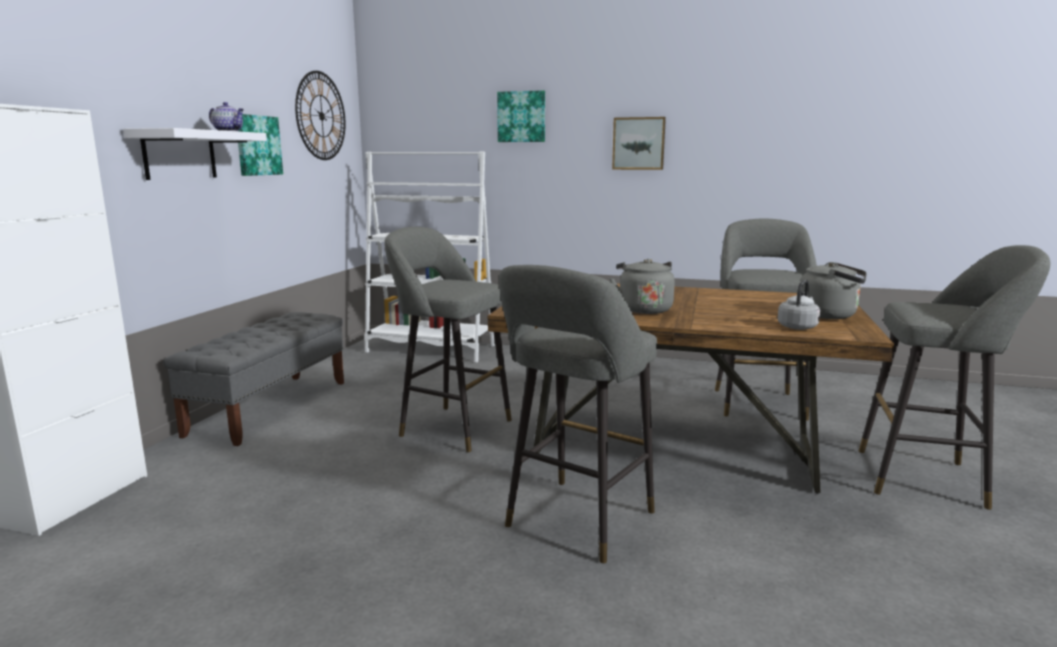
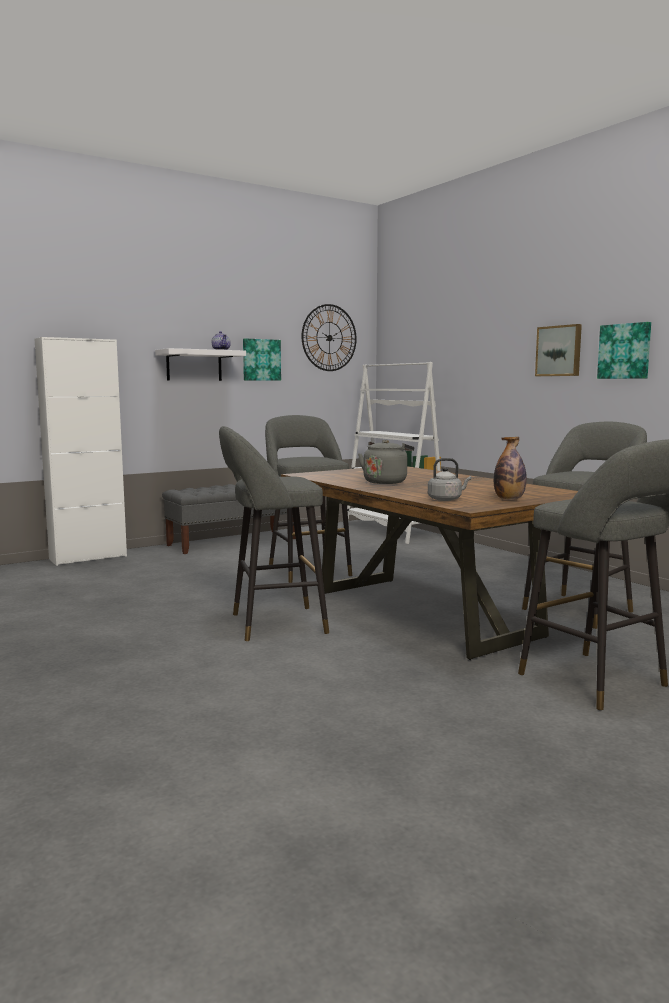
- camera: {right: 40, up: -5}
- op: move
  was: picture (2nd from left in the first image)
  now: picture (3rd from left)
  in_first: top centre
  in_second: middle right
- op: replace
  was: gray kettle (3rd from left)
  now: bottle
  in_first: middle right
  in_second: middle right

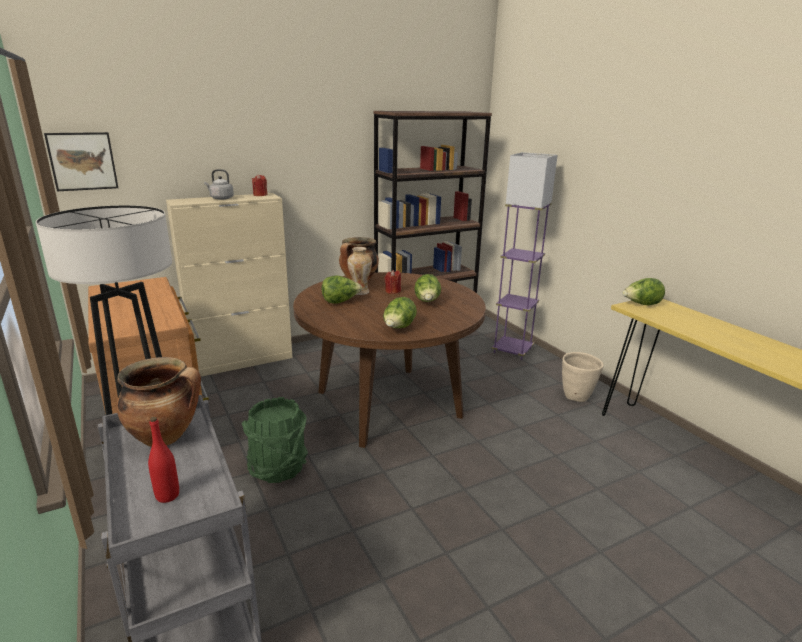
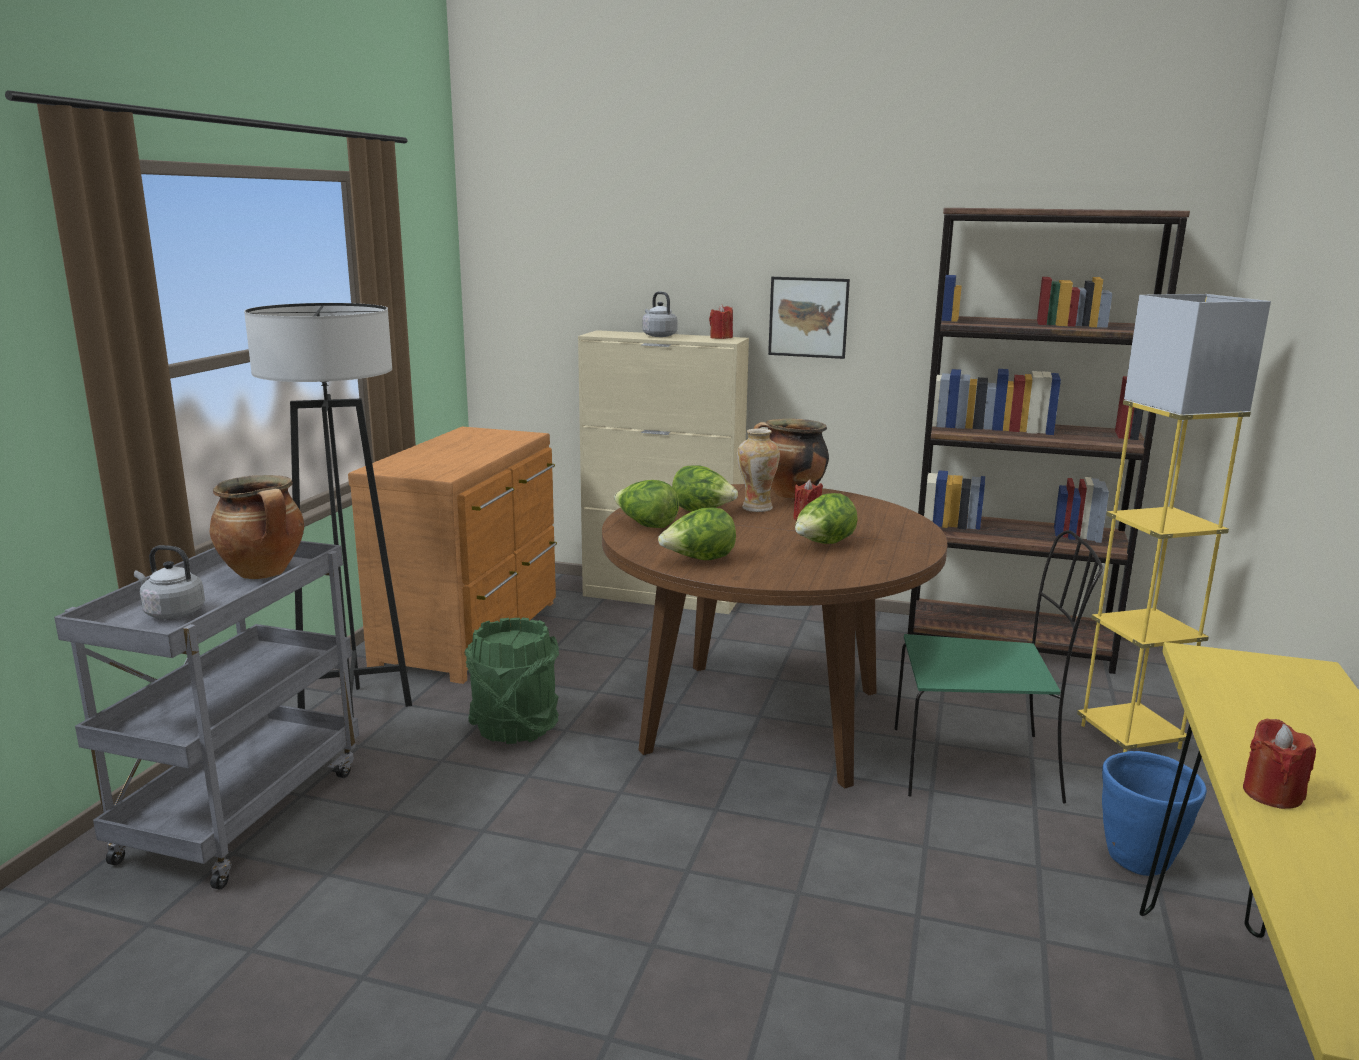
- camera: {right: 45, up: -5}
- op: move
  was: picture
  in_first: top left
  in_second: top centre
- op: replace
  was: red-coloured bottle
  now: gray kettle (1st from left)
  in_first: bottom left
  in_second: middle left
- op: recolor
  was: purplish floor lamp
  now: yellowish floor lamp
  in_first: centre
  in_second: middle right
- op: recolor
  was: beige-coloured planter
  now: blue planter
  in_first: middle right
  in_second: bottom right
- op: move
  was: head of lettuce (4th from left in the first image)
  now: head of lettuce (1st from left)
  in_first: middle right
  in_second: centre
- op: insert
  now: green plain chair
  in_second: middle right
- op: insert
  now: red-coloured wax candle (3rd from left)
  in_second: bottom right

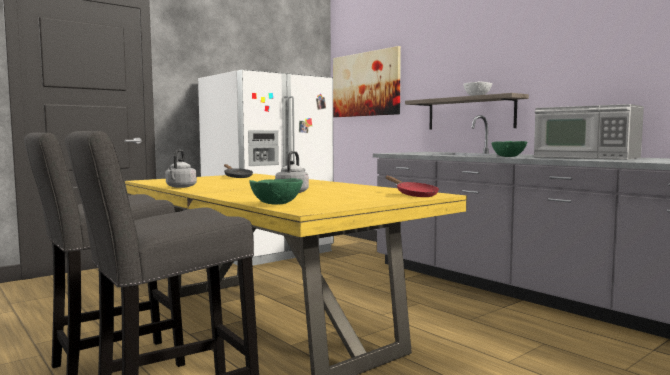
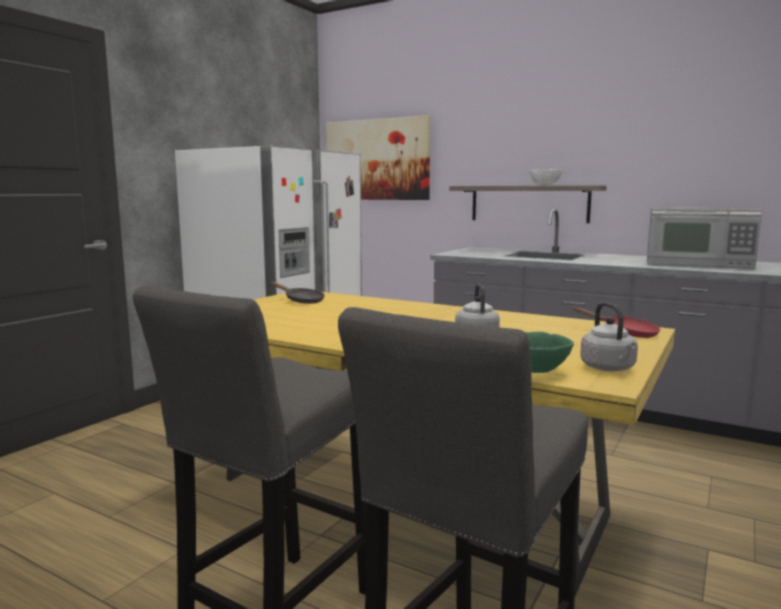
- camera: {right: -20, up: 5}
- op: move
  was: gray kettle (1st from left in the first image)
  now: gray kettle (2nd from left)
  in_first: middle left
  in_second: middle right
- op: delete
  was: green deep dish (2nd from left)
  in_first: middle right

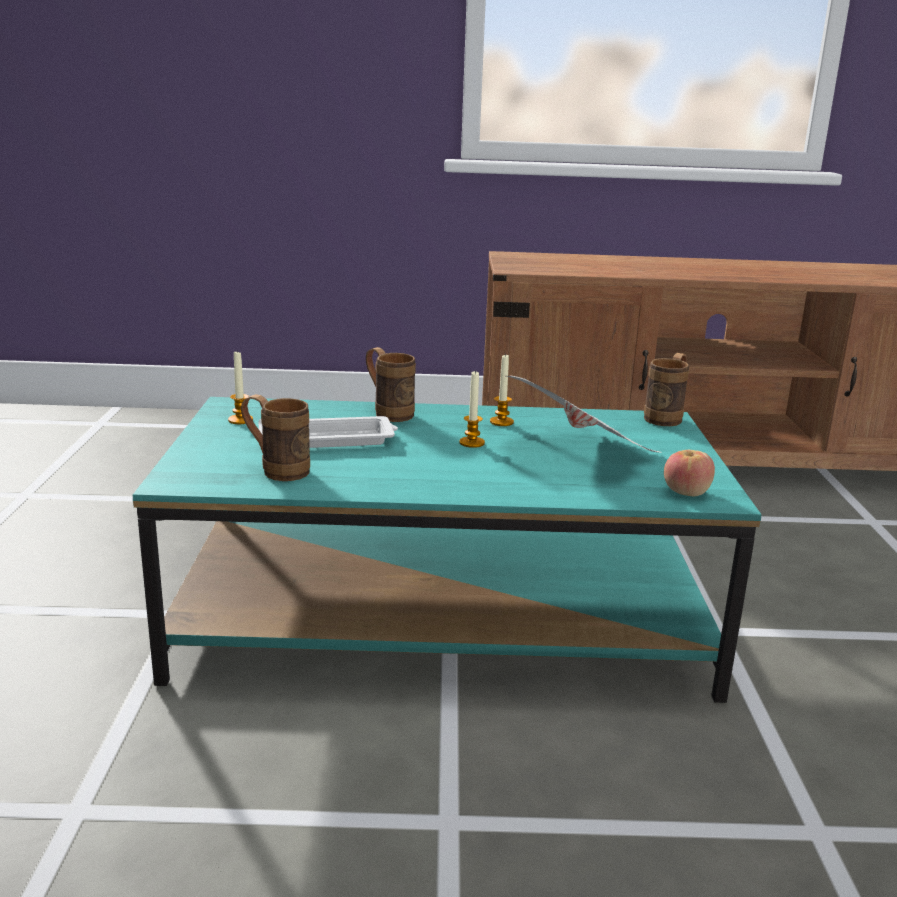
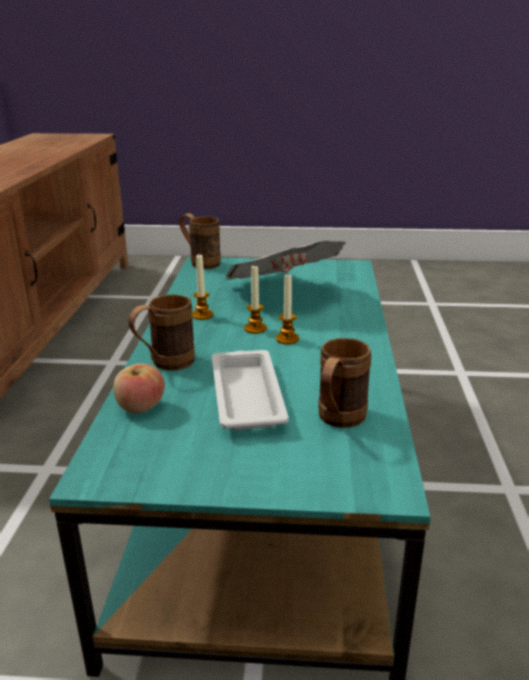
- camera: {right: -85, up: 5}
- op: move
  was: wax candle (1st from left in the first image)
  now: wax candle (3rd from left)
  in_first: middle left
  in_second: centre
- op: move
  was: whole apple
  in_first: middle right
  in_second: middle left

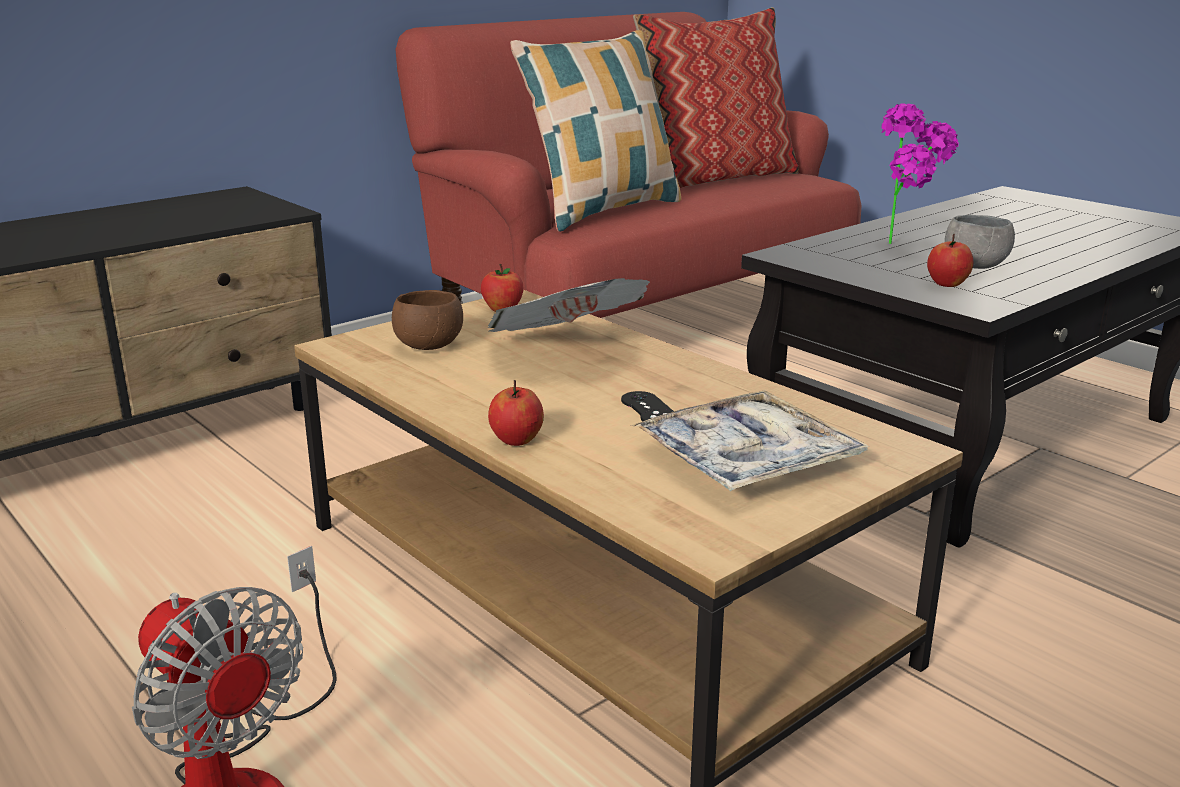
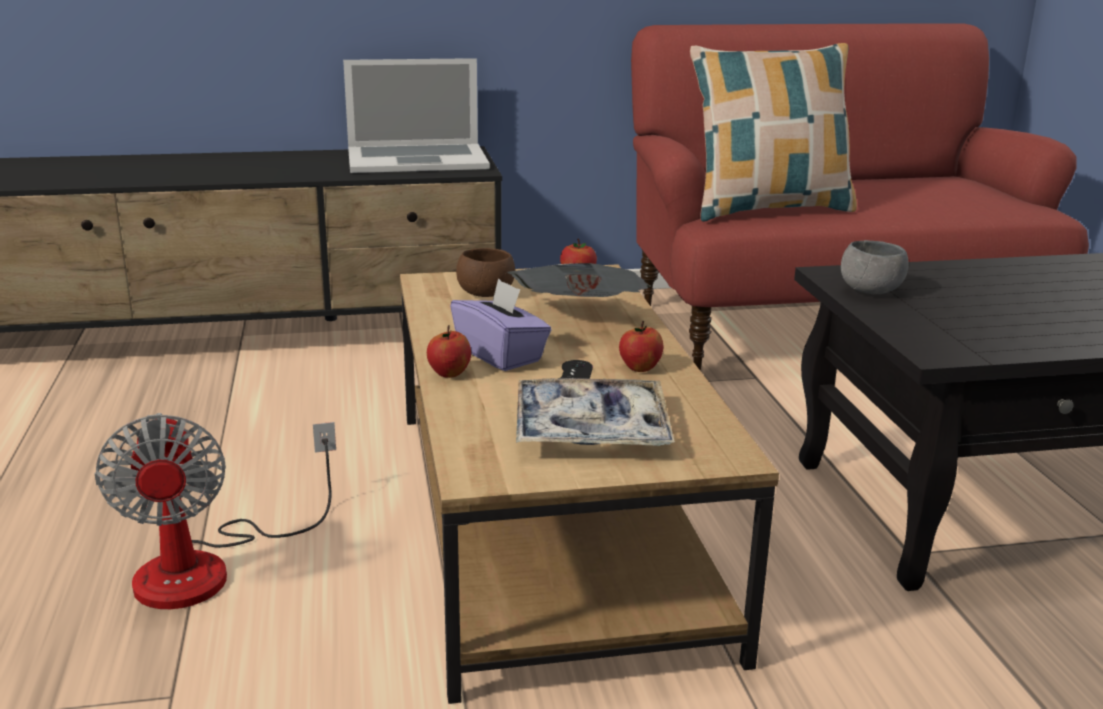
- camera: {right: 30, up: 0}
- op: delete
  was: cushion (2nd from left)
  in_first: top centre
- op: delete
  was: plant in a pot
  in_first: top right
- op: move
  was: whole apple (3rd from left)
  in_first: top right
  in_second: centre
- op: move
  was: gray deep dish
  in_first: top right
  in_second: middle right
- op: insert
  now: notebook computer
  in_second: top centre
- op: insert
  now: purplish tissue box
  in_second: centre

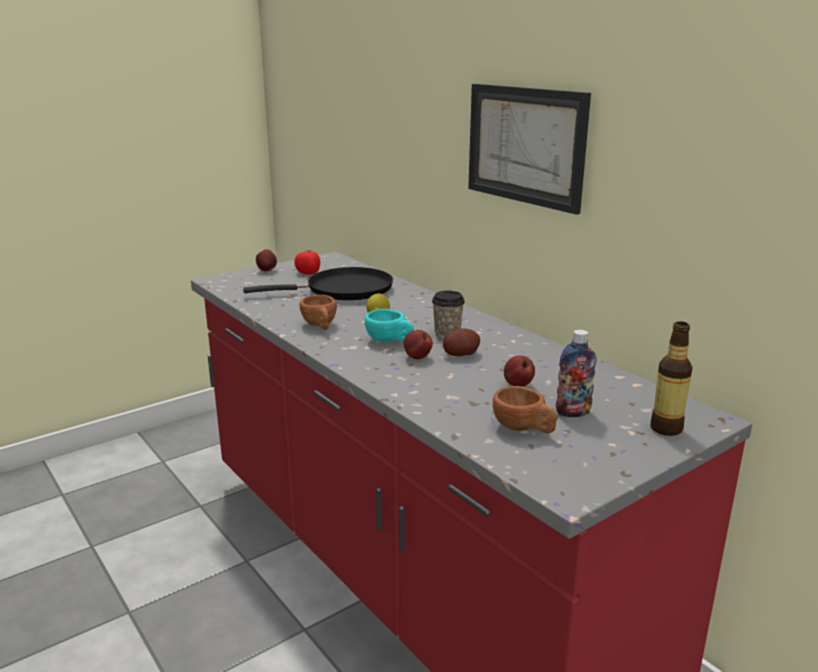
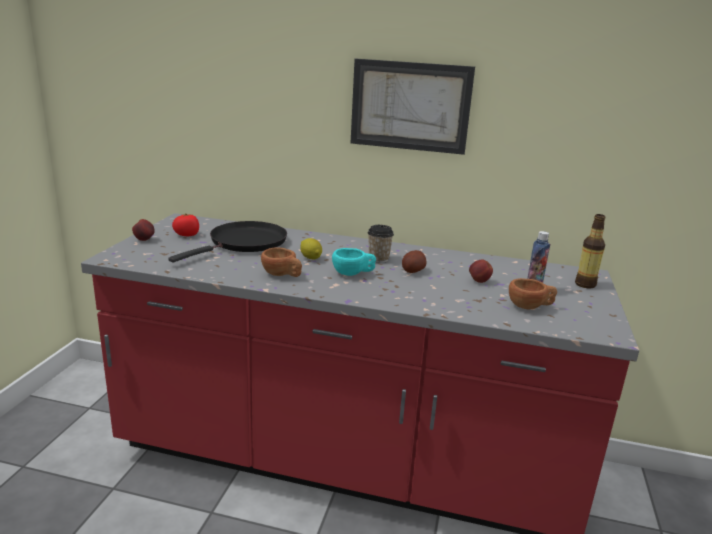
- camera: {right: -40, up: 0}
- op: delete
  was: whole apple (2nd from left)
  in_first: centre

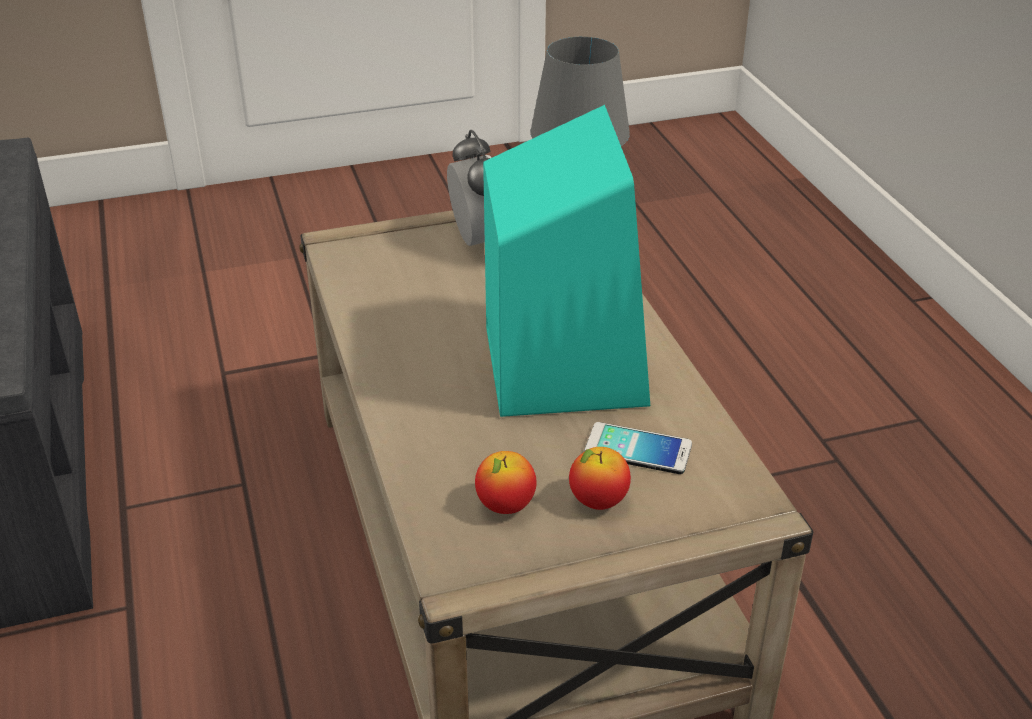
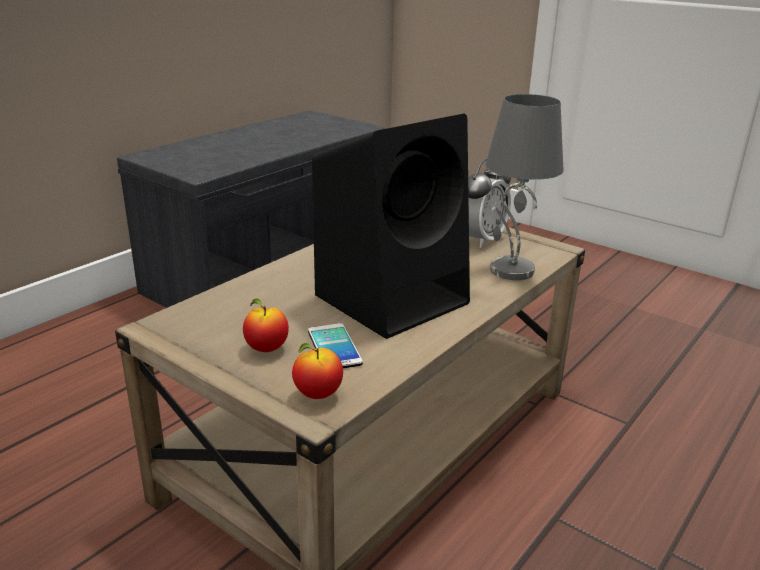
- camera: {right: 55, up: -10}
- op: move
  was: whole apple (1st from left in the first image)
  now: whole apple (2nd from left)
  in_first: bottom centre
  in_second: centre
- op: recolor
  was: turquoise loudspeaker
  now: black-coloured loudspeaker
  in_first: centre
  in_second: centre

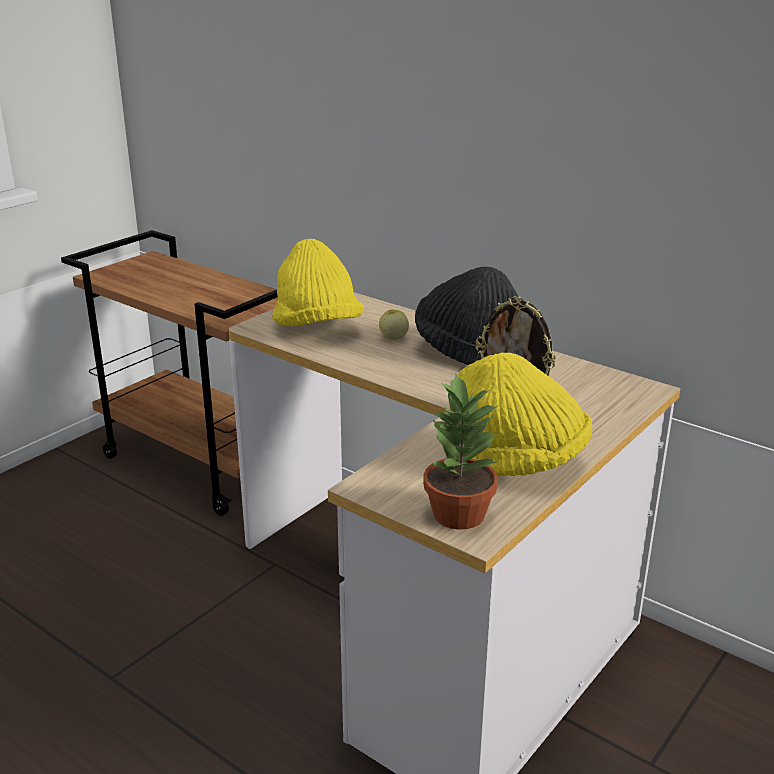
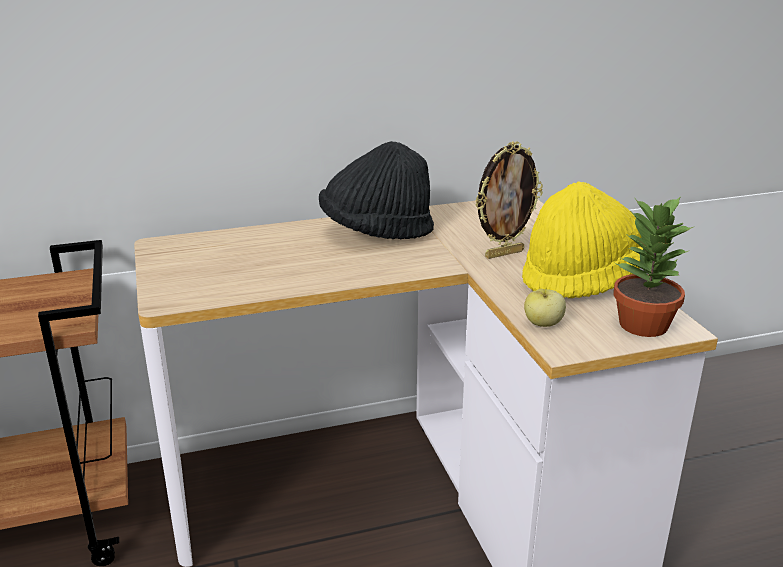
- camera: {right: -55, up: 0}
- op: delete
  was: yellowish wearable hat (1st from left)
  in_first: centre
- op: move
  was: whole apple
  in_first: centre
  in_second: middle right

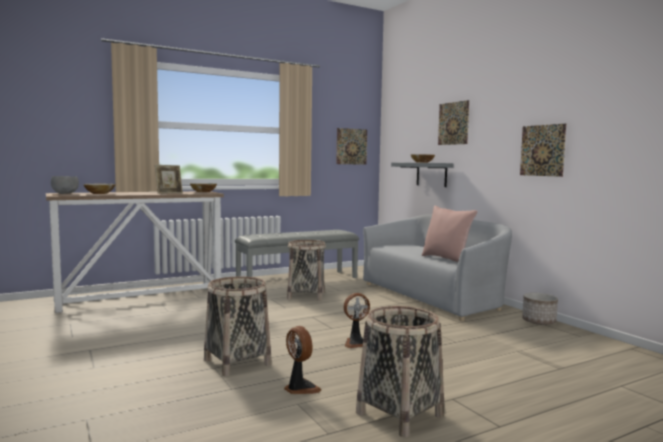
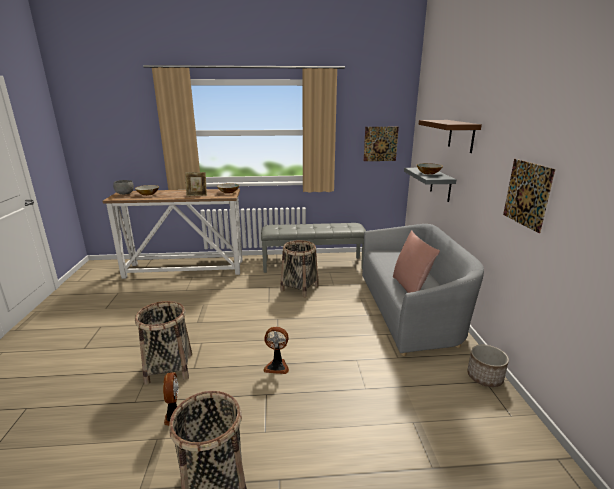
- camera: {right: 25, up: 15}
- op: replace
  was: picture (2nd from left)
  now: brownish wall shelf
  in_first: top right
  in_second: top right

